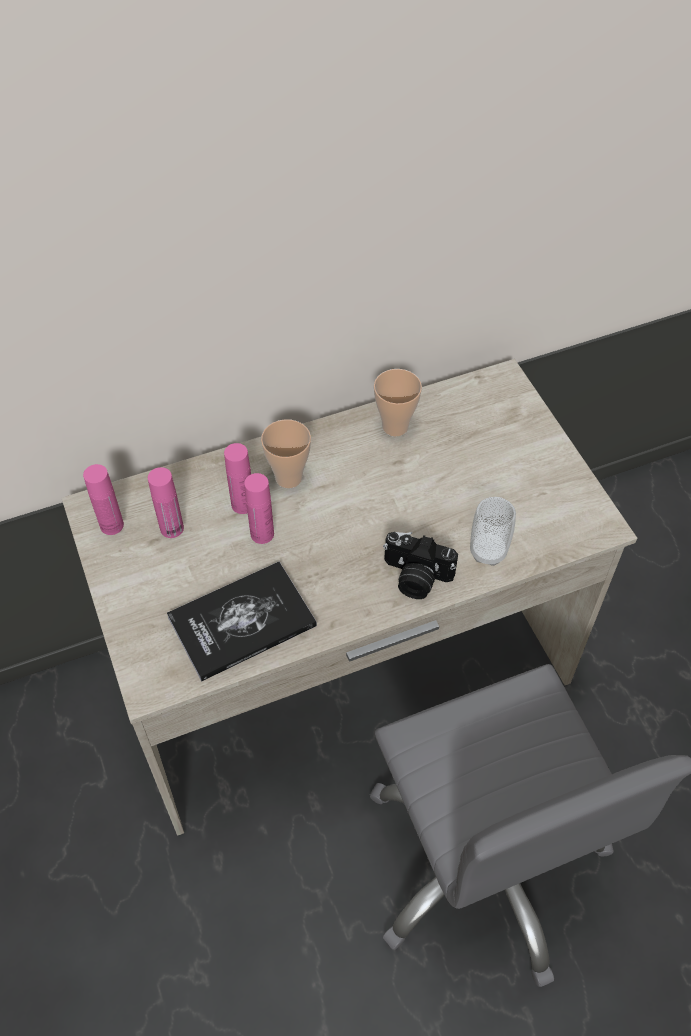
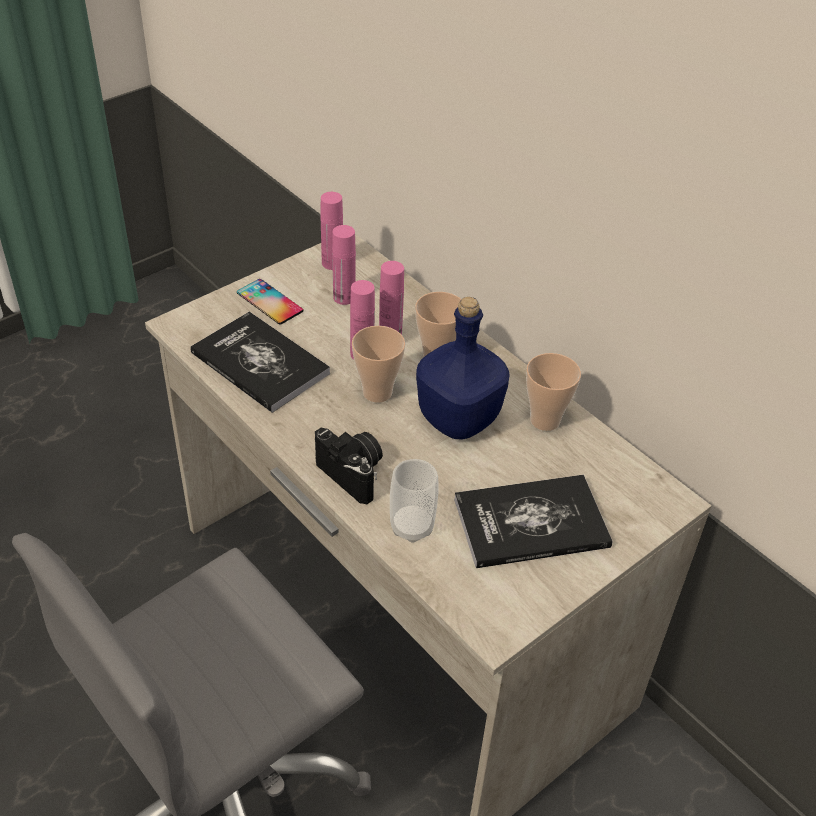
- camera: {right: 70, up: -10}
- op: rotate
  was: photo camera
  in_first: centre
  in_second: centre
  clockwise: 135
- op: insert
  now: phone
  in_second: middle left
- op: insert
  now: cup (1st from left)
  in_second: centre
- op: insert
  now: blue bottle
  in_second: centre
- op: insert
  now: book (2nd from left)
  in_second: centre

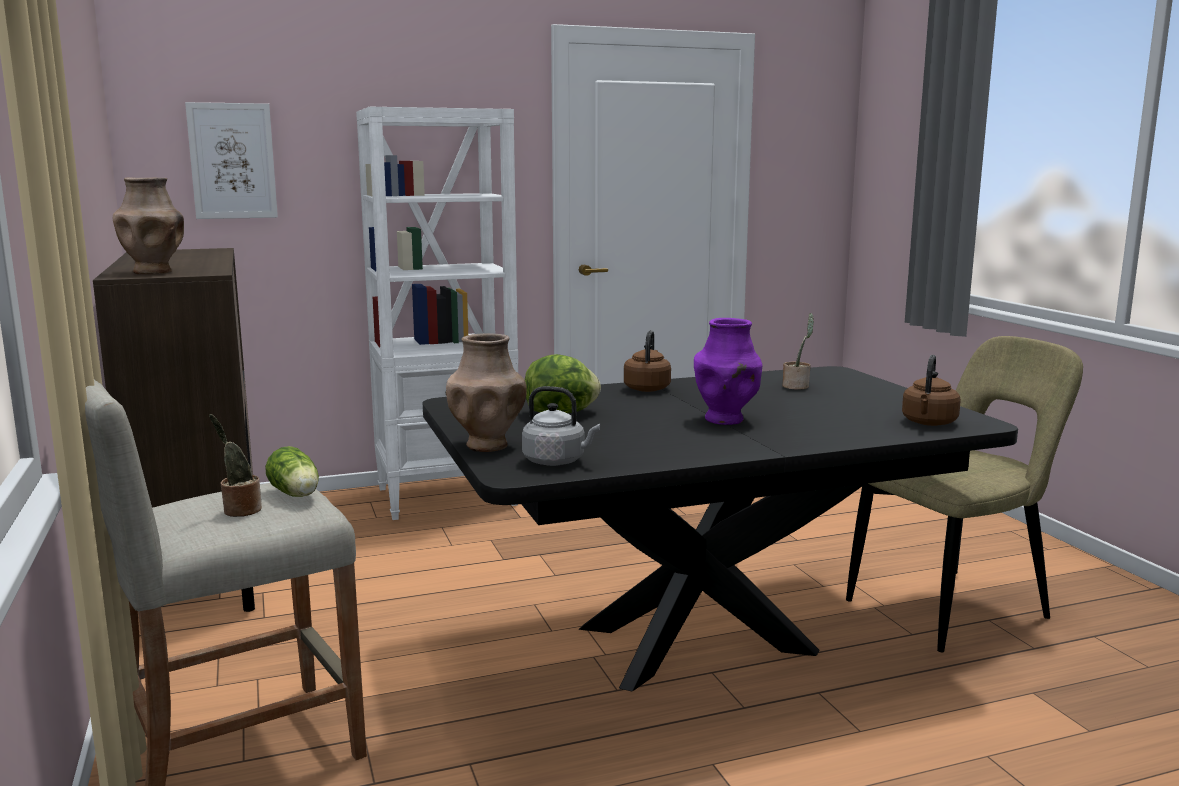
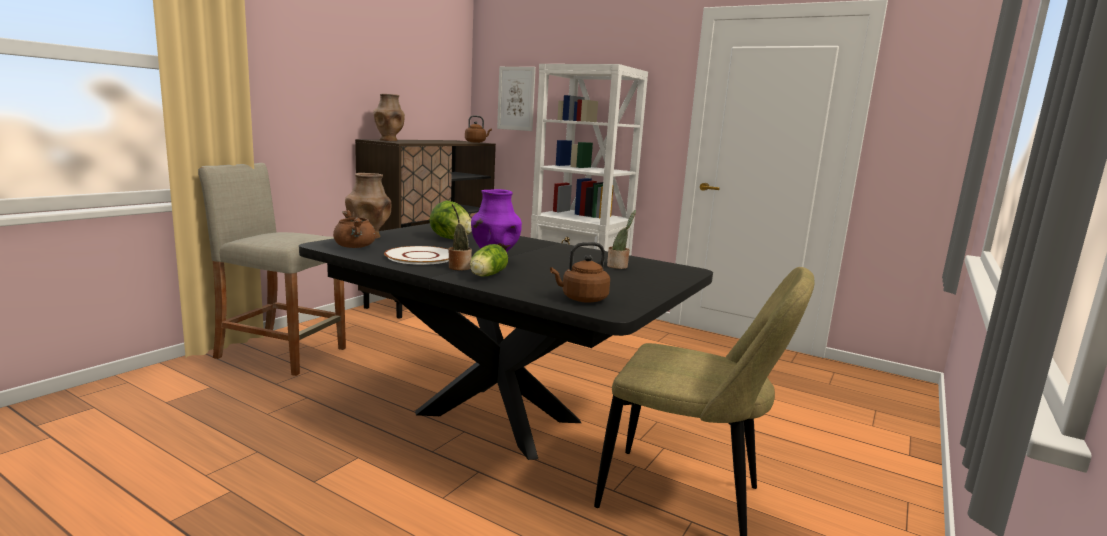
- camera: {right: 50, up: 0}
- op: move
  was: plant in a pot (1st from left)
  in_first: middle left
  in_second: centre
- op: move
  was: head of lettuce (1st from left in the first image)
  now: head of lettuce (2nd from left)
  in_first: middle left
  in_second: centre
- op: replace
  was: gray kettle
  now: brownish cooking pot
  in_first: centre
  in_second: middle left
- op: move
  was: brownish kettle (1st from left)
  in_first: centre
  in_second: top centre
- op: insert
  now: white-coloured plate
  in_second: centre

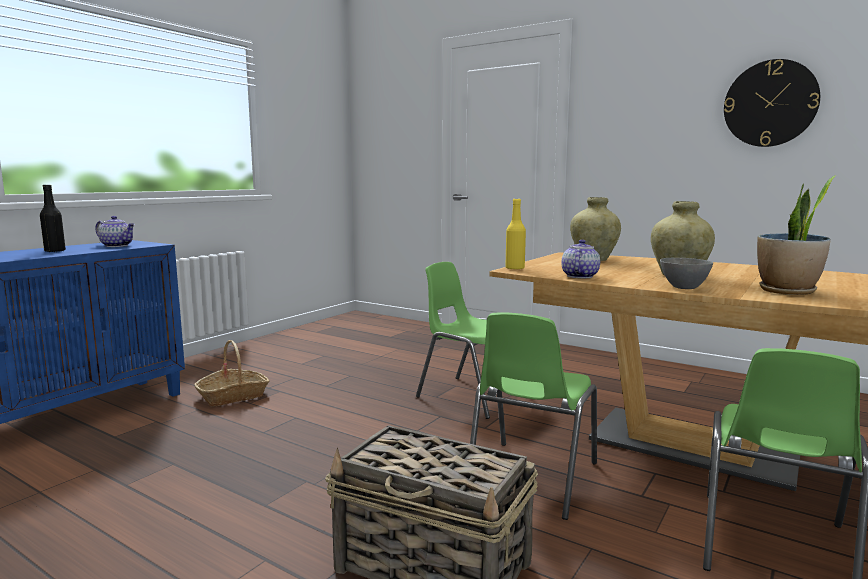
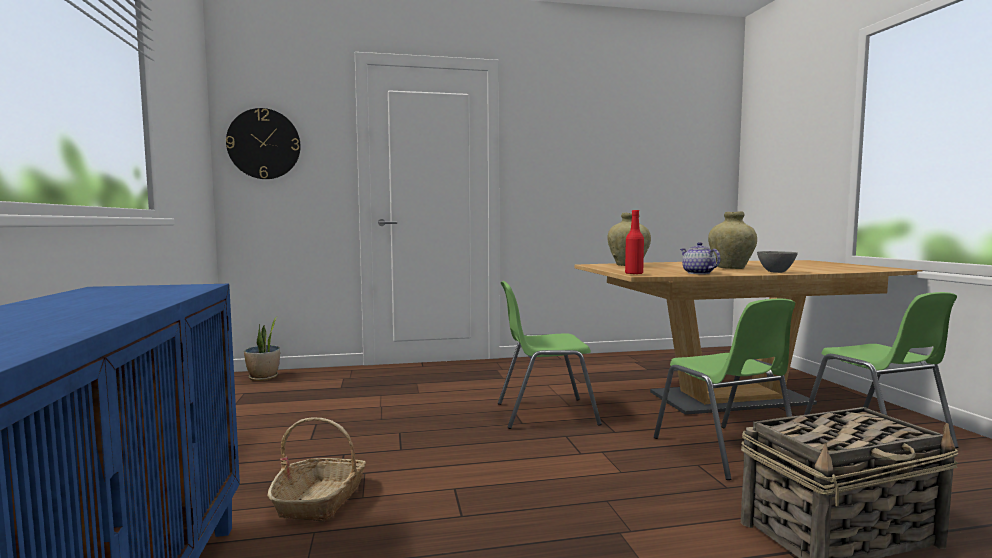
- camera: {right: -45, up: -5}
- op: delete
  was: black-coloured bottle
  in_first: middle left
- op: delete
  was: tea pot (1st from left)
  in_first: middle left
- op: recolor
  was: yellowish bottle
  now: red-coloured bottle
  in_first: centre
  in_second: centre
- op: move
  was: hanging clock
  in_first: top right
  in_second: top left
- op: move
  was: plant in a pot
  in_first: middle right
  in_second: middle left

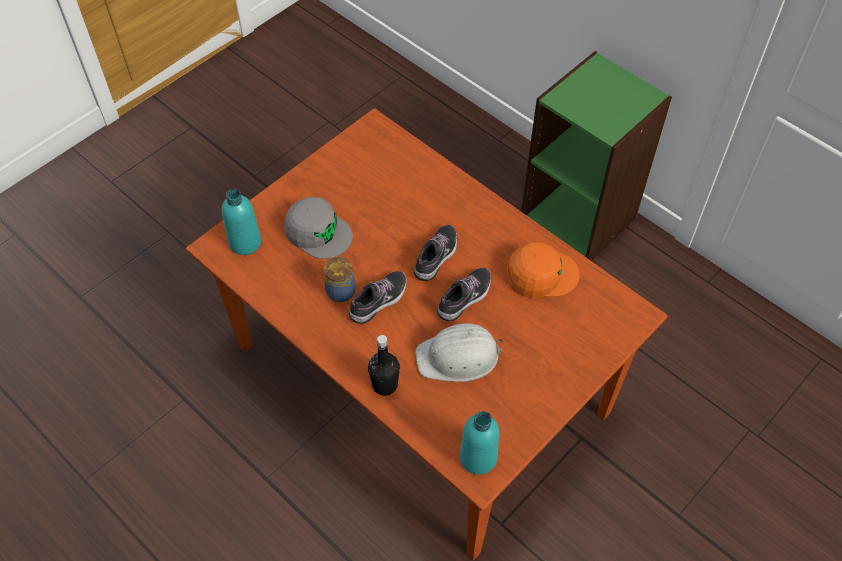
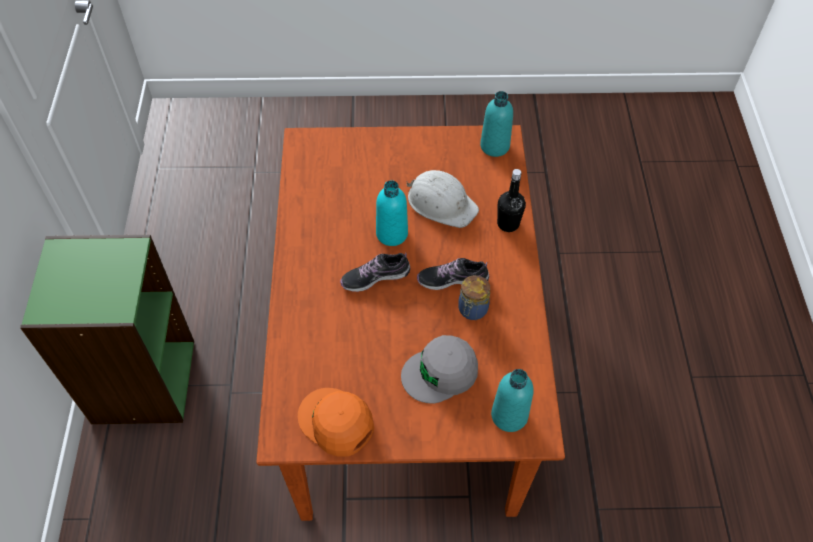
- camera: {right: -135, up: 0}
- op: rotate
  was: gray baseball cap
  in_first: centre
  in_second: bottom centre
  clockwise: -105
- op: replace
  was: item of footwear (3rd from left)
  now: turquoise bottle (1st from left)
  in_first: centre
  in_second: centre
- op: move
  was: orange-coloured baseball cap
  in_first: centre
  in_second: bottom centre

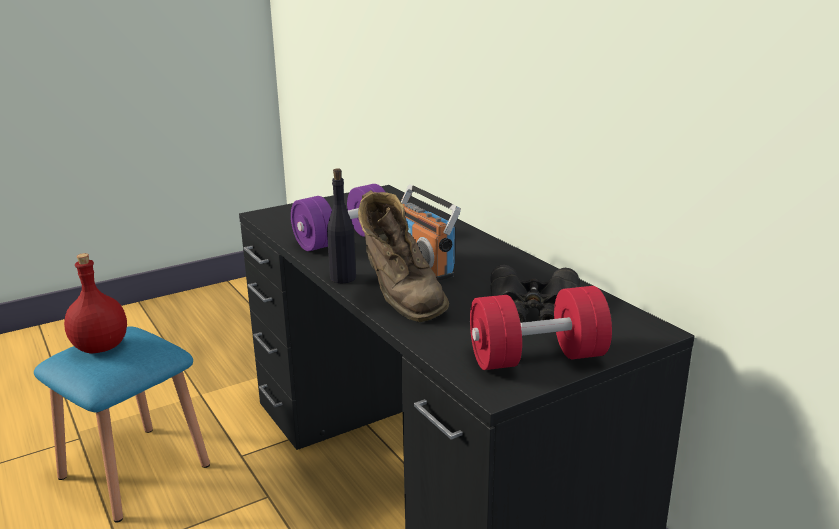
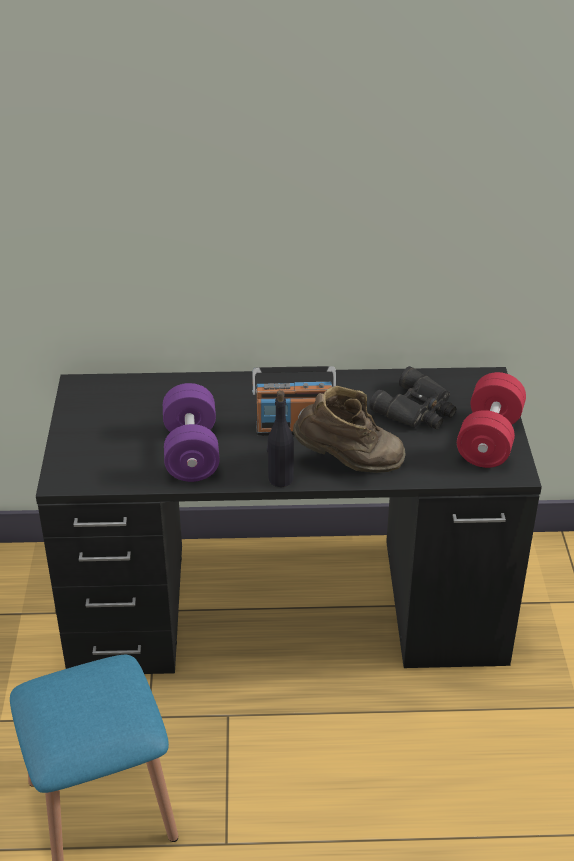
- camera: {right: -60, up: 15}
- op: delete
  was: red-coloured bottle
  in_first: middle left

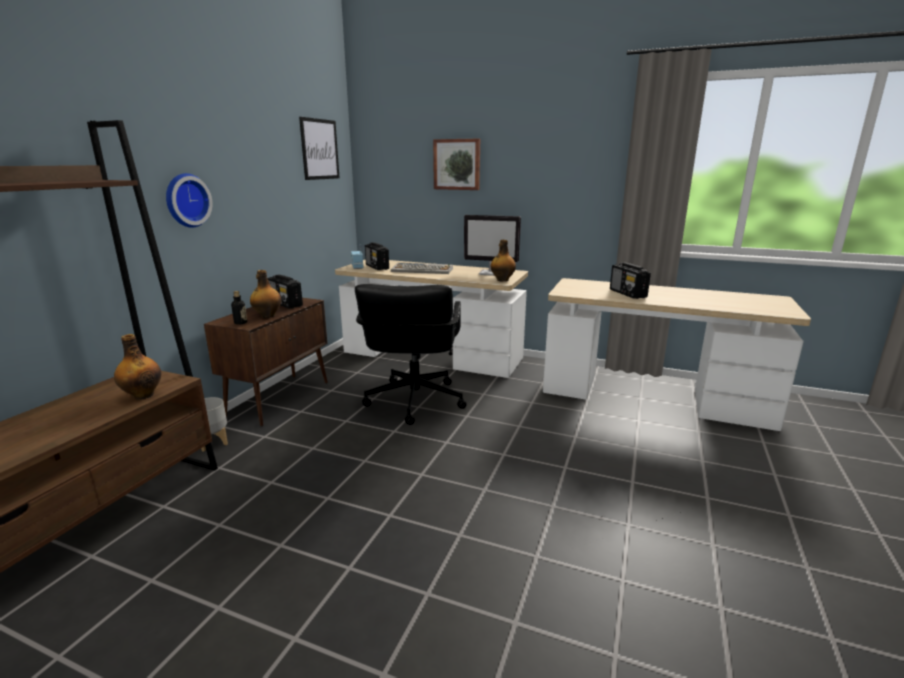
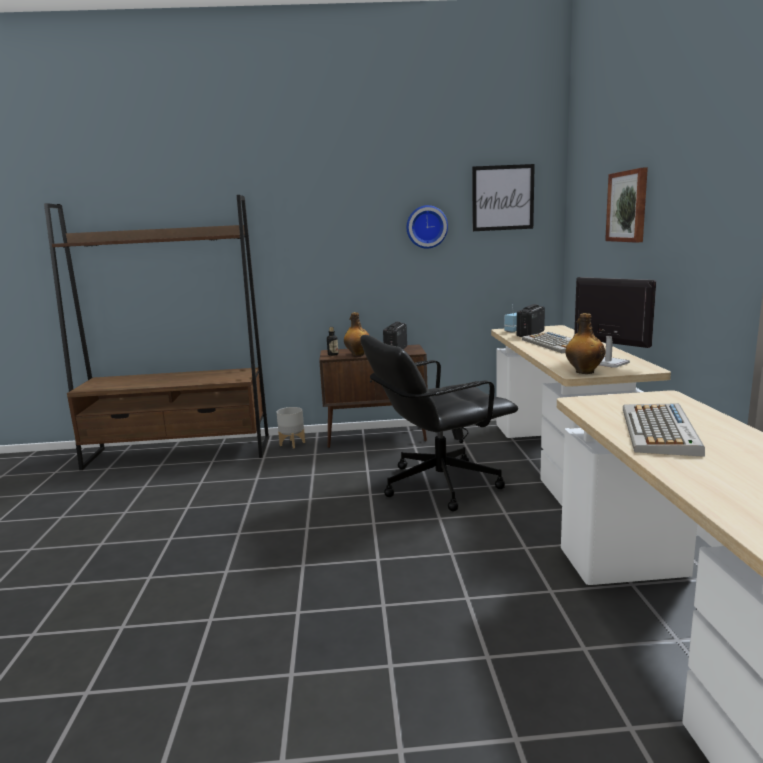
- camera: {right: 65, up: -5}
- op: delete
  was: bottle (1st from left)
  in_first: middle left
- op: move
  was: hanging clock
  in_first: top left
  in_second: top centre
- op: rotate
  was: monitor
  in_first: centre
  in_second: middle right
  clockwise: 150
- op: replace
  was: radio (4th from left)
  now: keyboard (2nd from left)
  in_first: middle right
  in_second: middle right

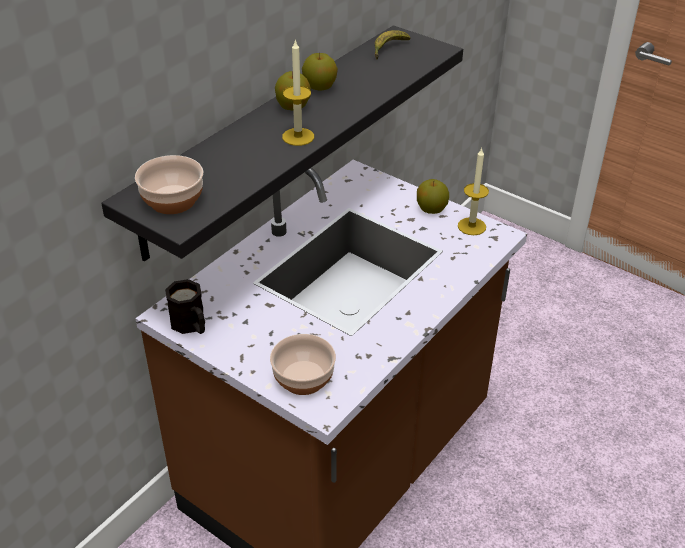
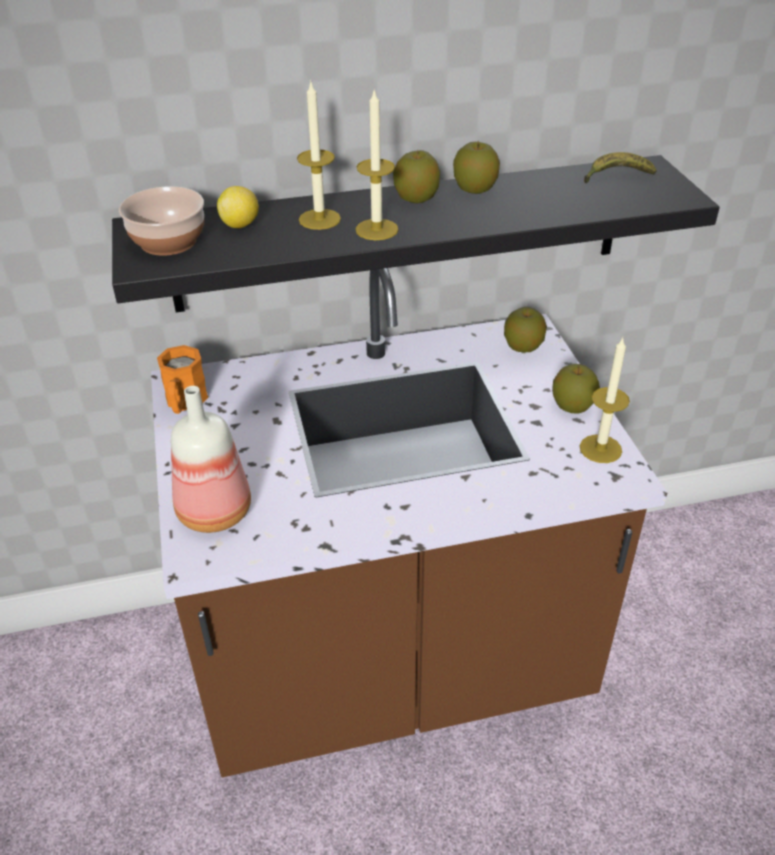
- camera: {right: 40, up: 0}
- op: recolor
  was: black-coloured coffee mug
  now: orange-coloured coffee mug
  in_first: middle left
  in_second: middle left
- op: replace
  was: deep dish (2nd from left)
  now: bottle
  in_first: centre
  in_second: middle left
- op: insert
  now: lemon
  in_second: top left
- op: insert
  now: wax candle (1st from left)
  in_second: top centre
- op: insert
  now: whole apple (3rd from left)
  in_second: middle right

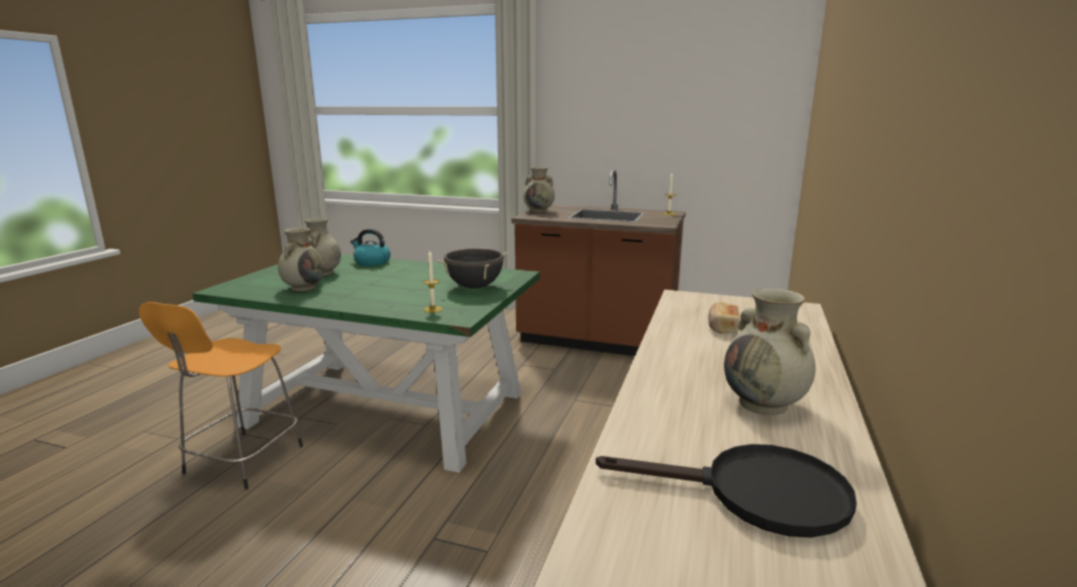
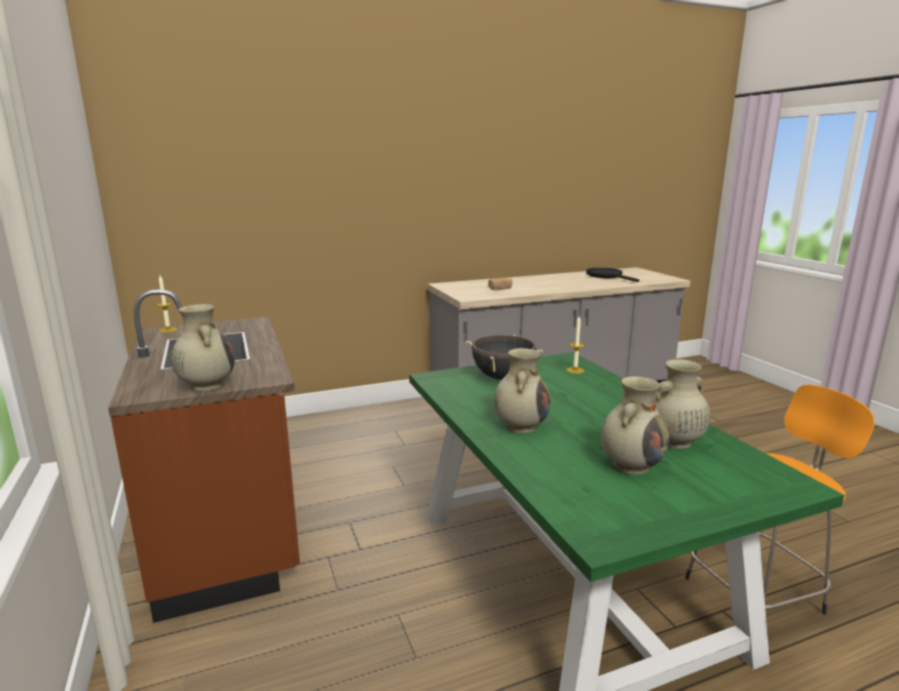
- camera: {right: -130, up: 0}
- op: delete
  was: kettle
  in_first: centre
- op: move
  was: beige-coloured decorative vase (4th from left in the first image)
  now: beige-coloured decorative vase (2nd from left)
  in_first: middle right
  in_second: centre

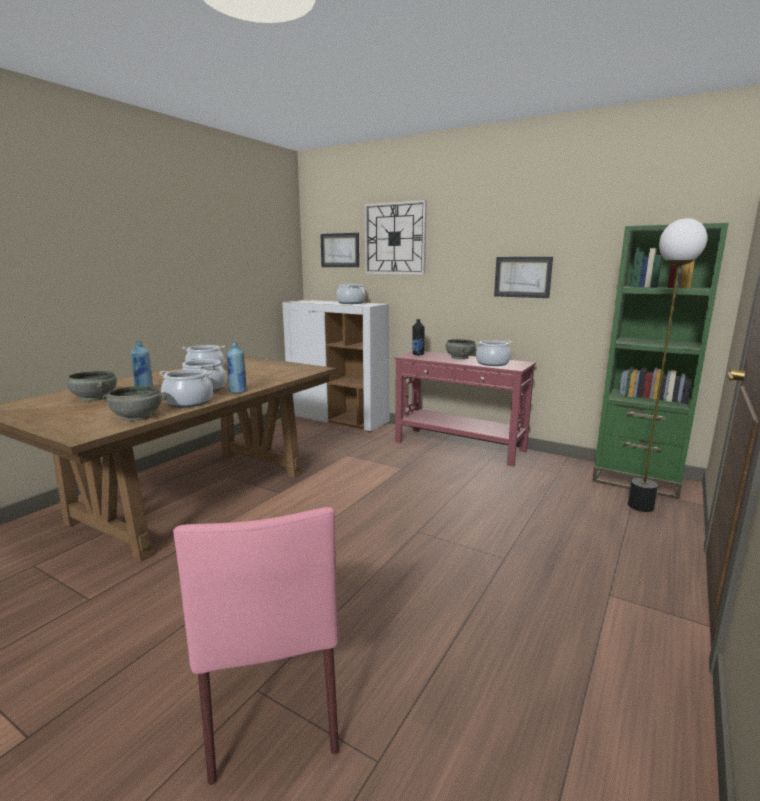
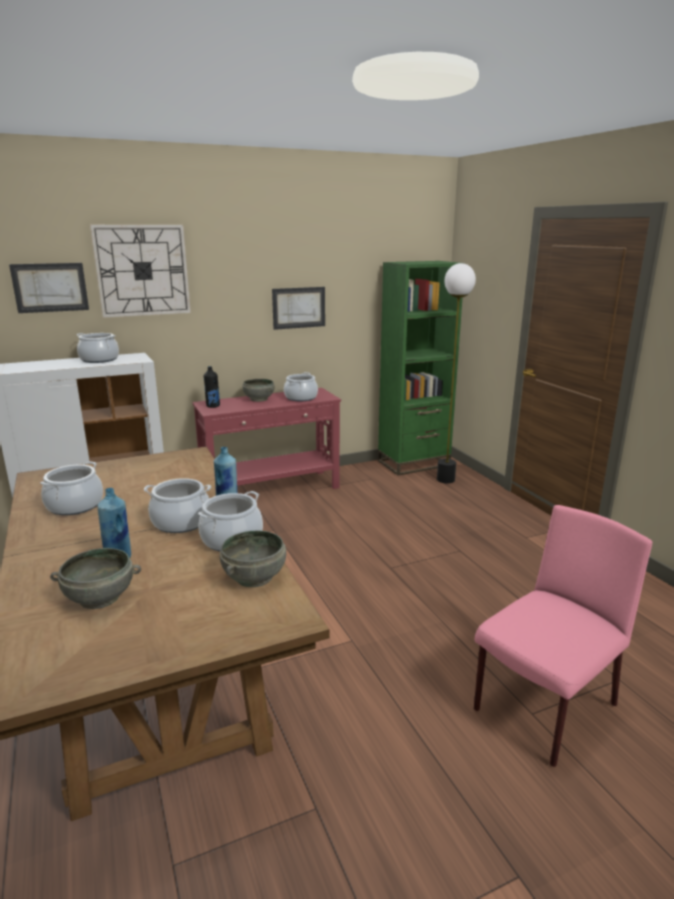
- camera: {right: -55, up: 5}
- op: rotate
  was: pink plain chair
  in_first: bottom centre
  in_second: bottom right
  clockwise: -60

